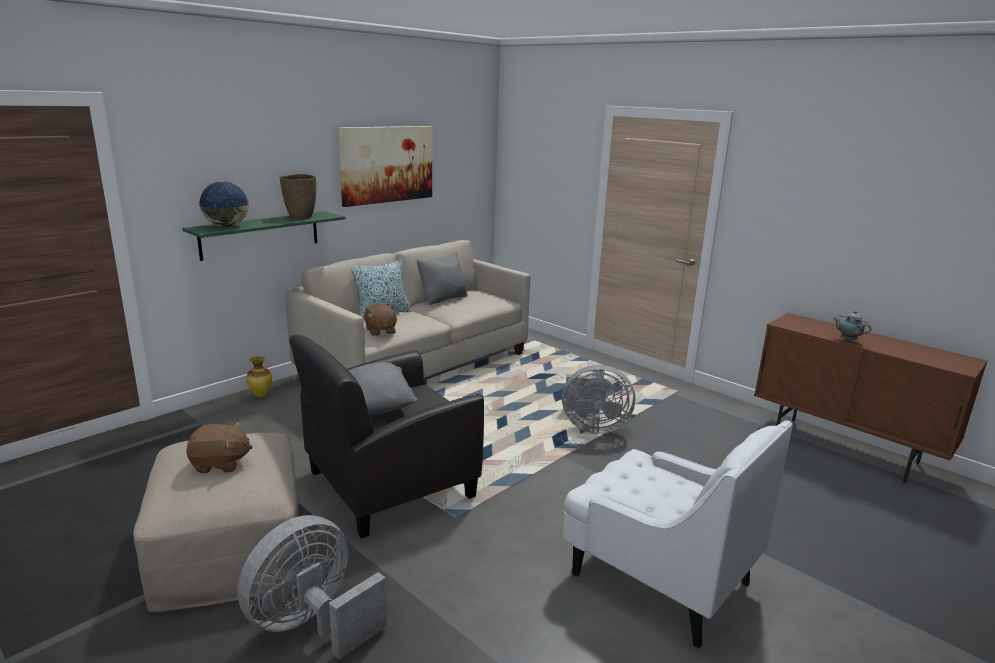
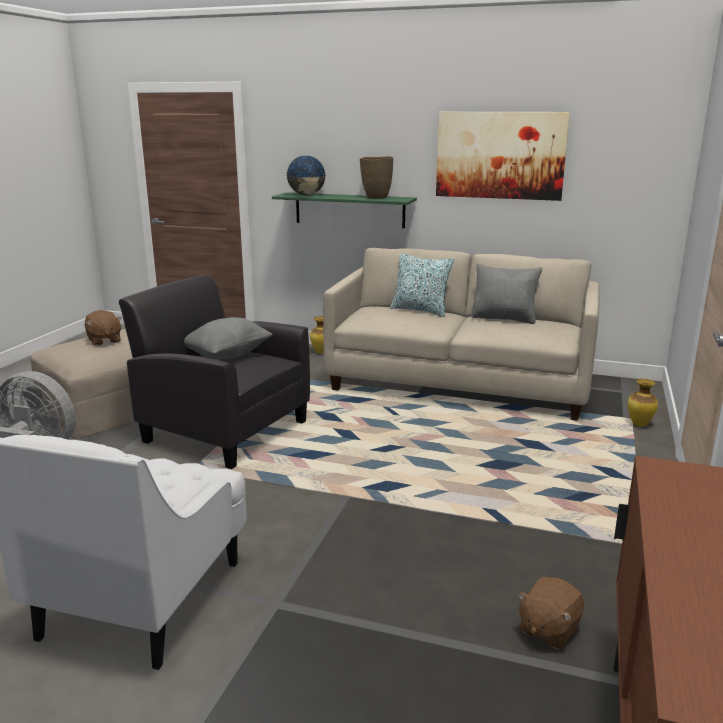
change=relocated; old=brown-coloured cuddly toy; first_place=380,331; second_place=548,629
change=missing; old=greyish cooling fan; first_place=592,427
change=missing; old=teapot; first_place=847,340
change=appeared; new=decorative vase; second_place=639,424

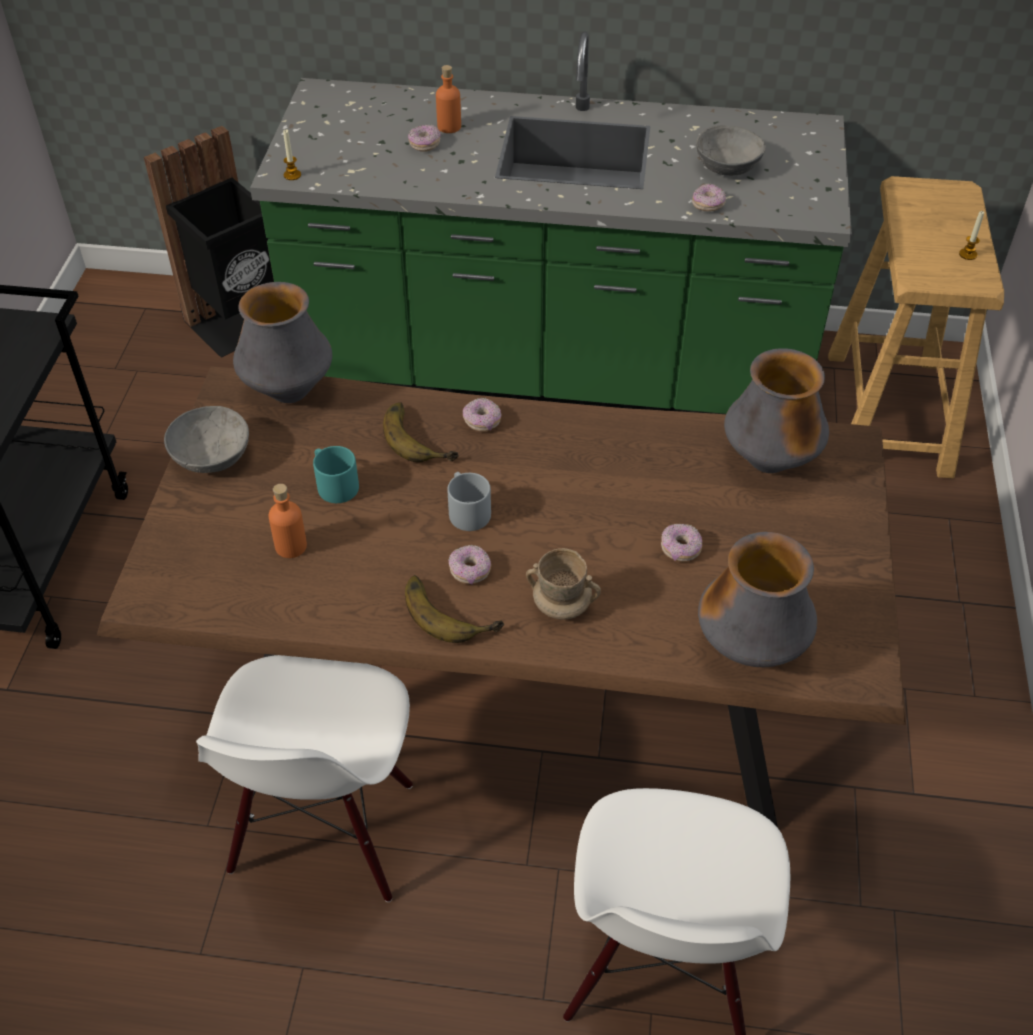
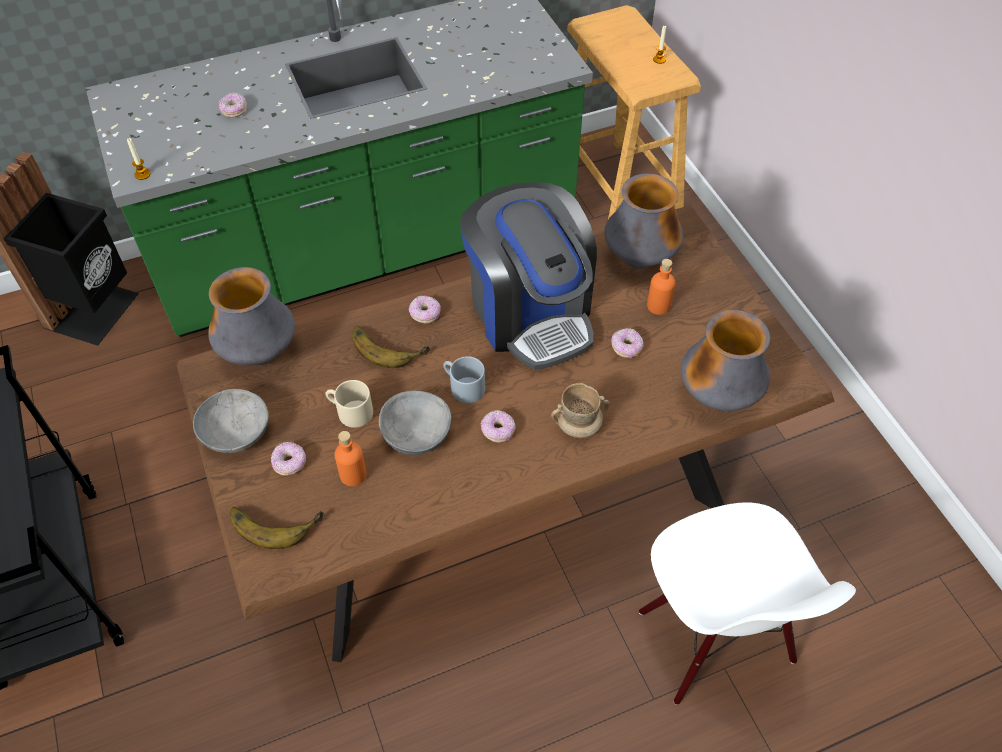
change=missing; old=whitish plain chair; first_place=325,830
change=colour; old=blue-green coffee mug; new=sand-coloured coffee mug; first_place=333,484; second_place=349,412
change=relocated; old=banana; first_place=451,609; second_place=275,520
change=relocated; old=orangey beverage bottle; first_place=449,127; second_place=658,305
change=relocated; old=doughnut; first_place=708,205; second_place=290,463
change=relocated; old=greyish deep dish; first_place=726,166; second_place=416,435
change=appeared; new=coffee machine; second_place=530,313

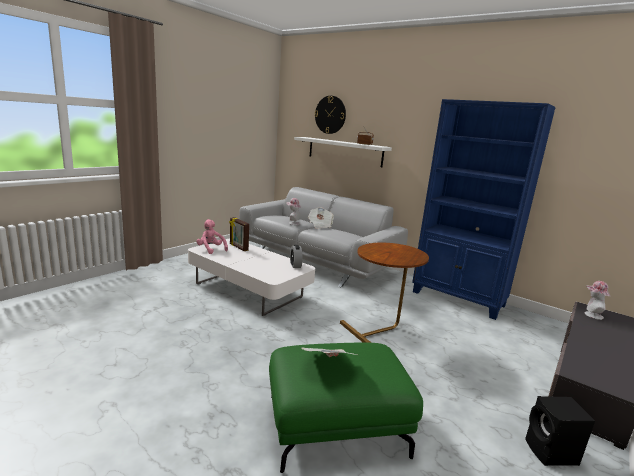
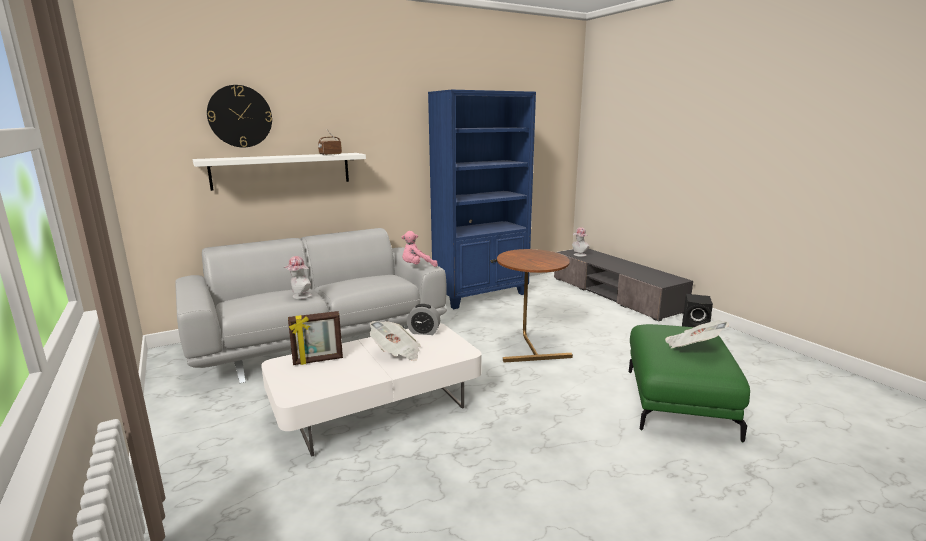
change=relocated; old=pink cuddly toy; first_place=211,249; second_place=417,266
change=relocated; old=daily paper; first_place=320,225; second_place=396,353

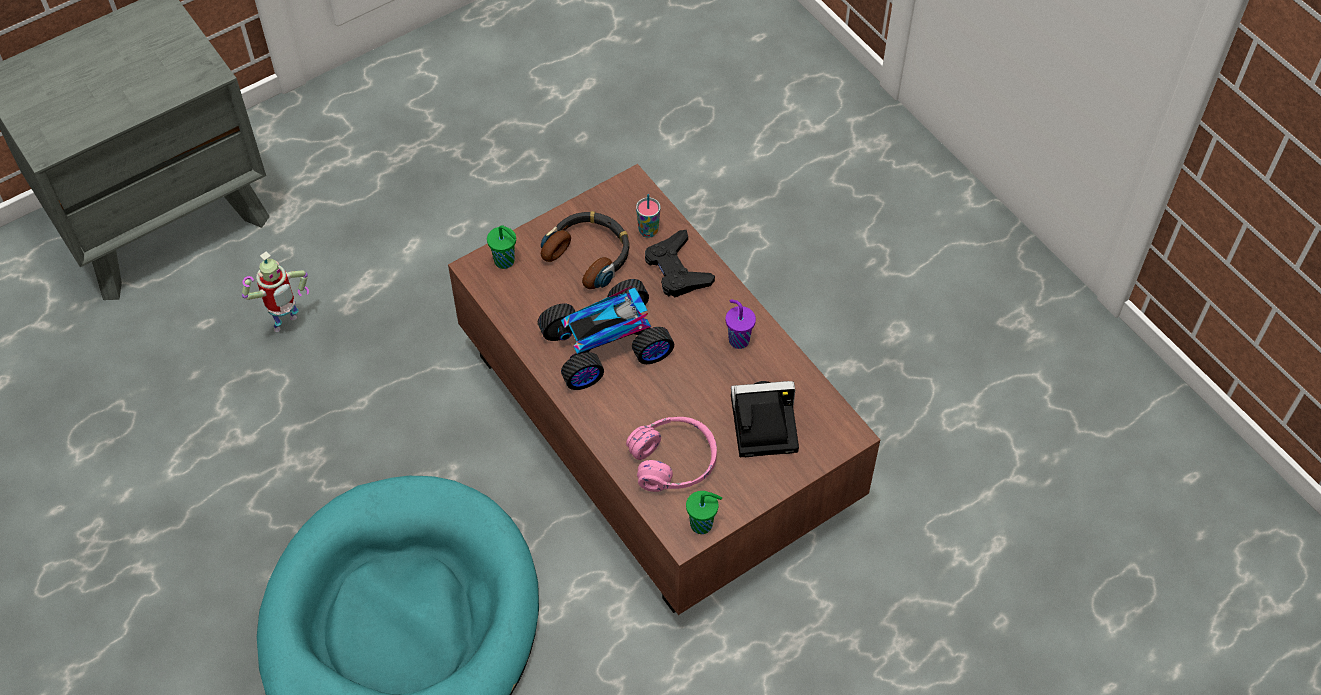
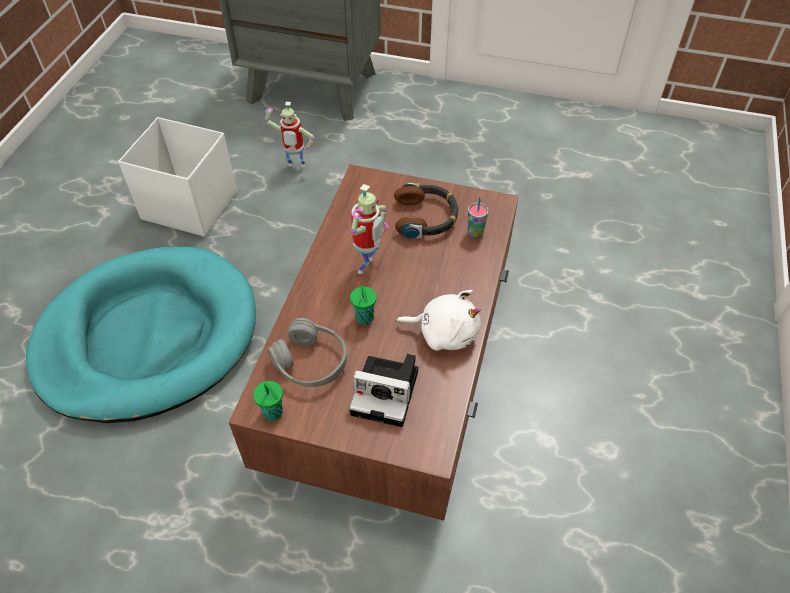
change=relocated; old=green drinking cup; first_place=505,261; second_place=364,318
change=exchanged; old=miniature car; new=robot figure; first_place=605,343; second_place=368,267
change=colour; old=pink headset; new=greyish headset; first_place=673,461; second_place=311,362
change=missing; old=black-coloured game controller; first_place=677,270
change=exchanged; old=purple drinking cup; new=whitish cuddly toy; first_place=738,339; second_place=444,332
change=spun; old=still camera; first_place=760,424; second_place=388,392; degrees=150
change=appeared; new=whitish storage bin; second_place=189,205

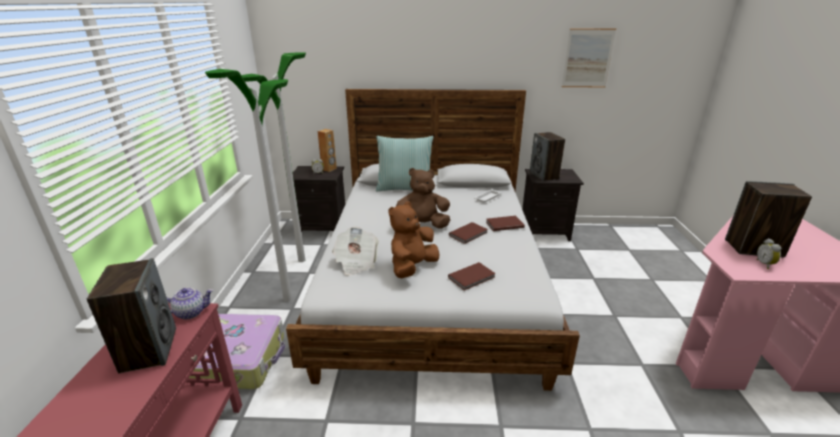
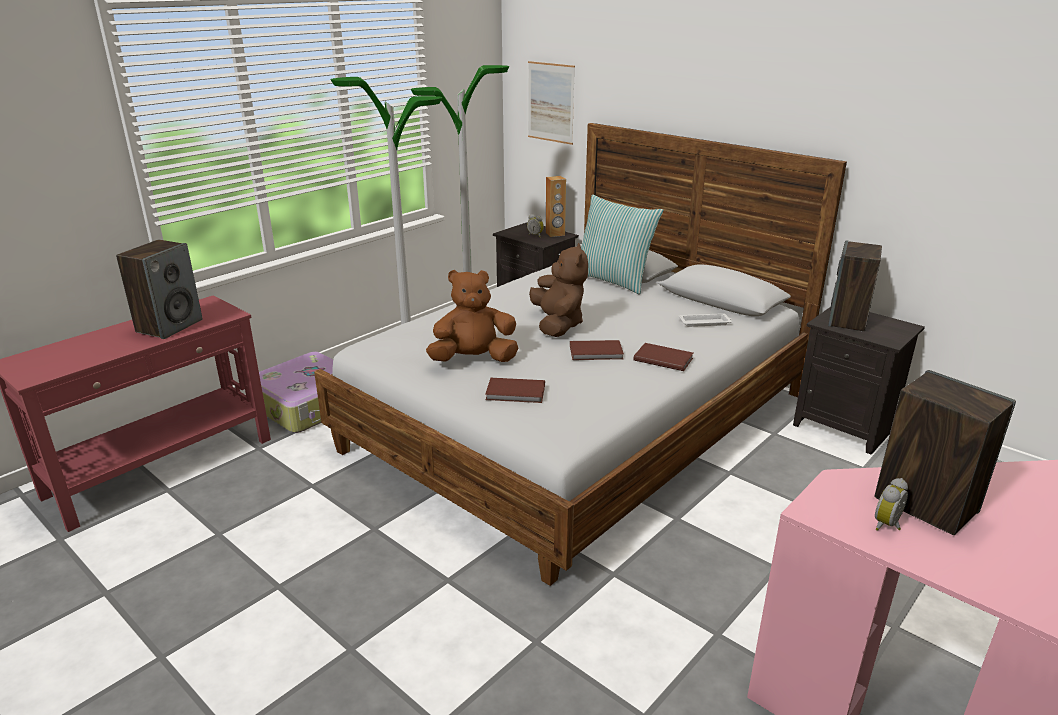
change=missing; old=teapot; first_place=191,312
change=missing; old=daily paper; first_place=356,262
change=spun; old=brown-coloured cuddly toy; first_place=421,225; second_place=558,324; degrees=45
change=relocated; old=wall art; first_place=587,58; second_place=550,102

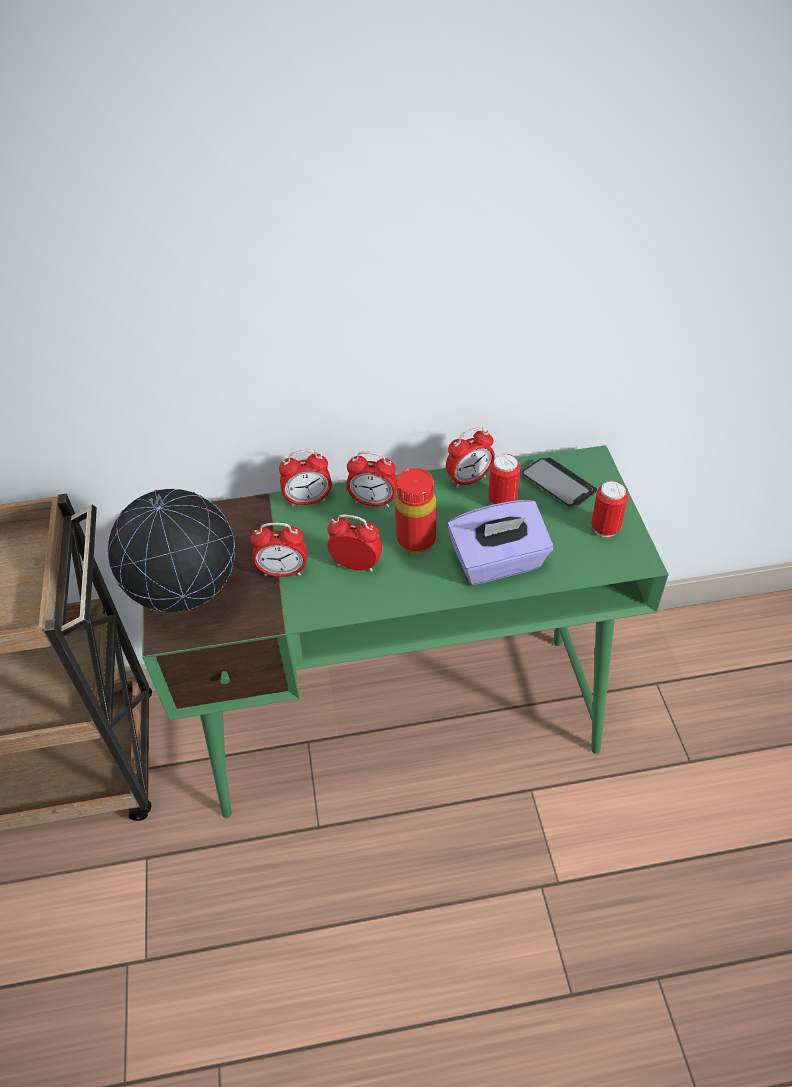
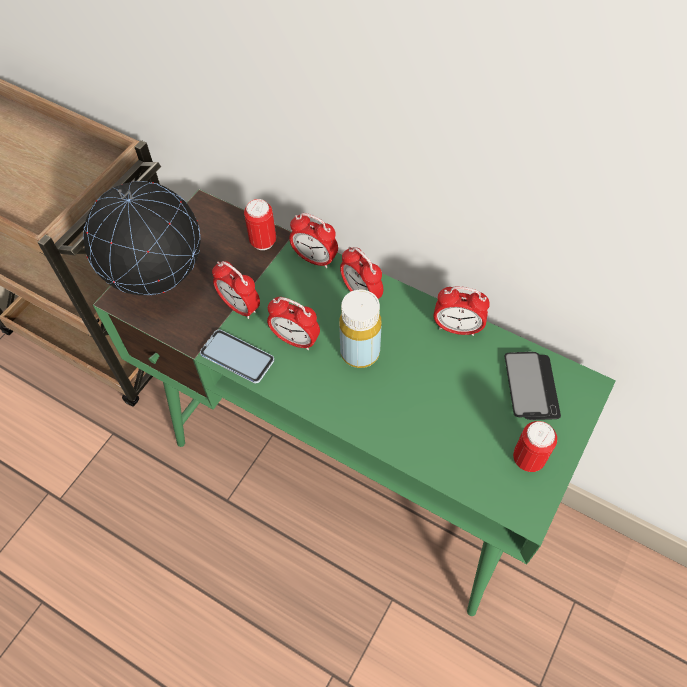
change=spun; old=bedside clock; first_place=356,564; second_place=295,340; degrees=150
change=colour; old=red-coloured beverage bottle; new=yellowish beverage bottle; first_place=416,540; second_place=360,352
change=missing; old=purple tissue box; first_place=498,562
change=relocated; old=sealed can; first_place=502,501; second_place=263,242
change=appeared; new=handset; second_place=237,357

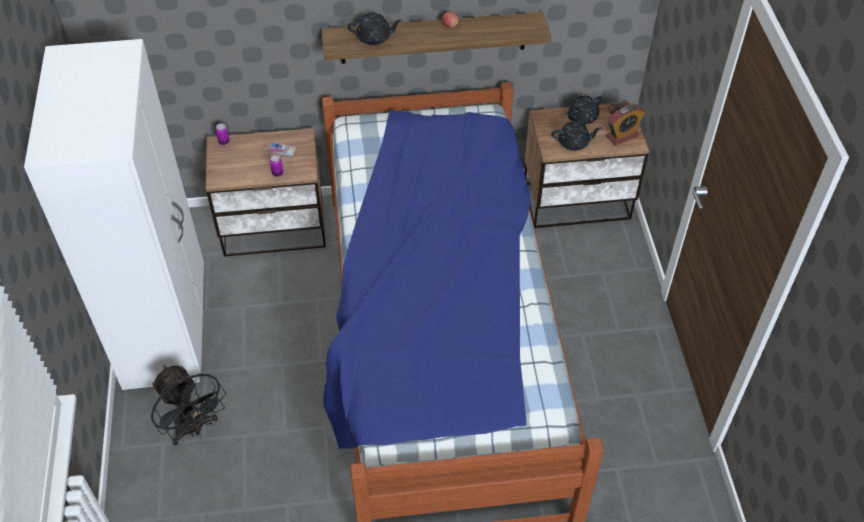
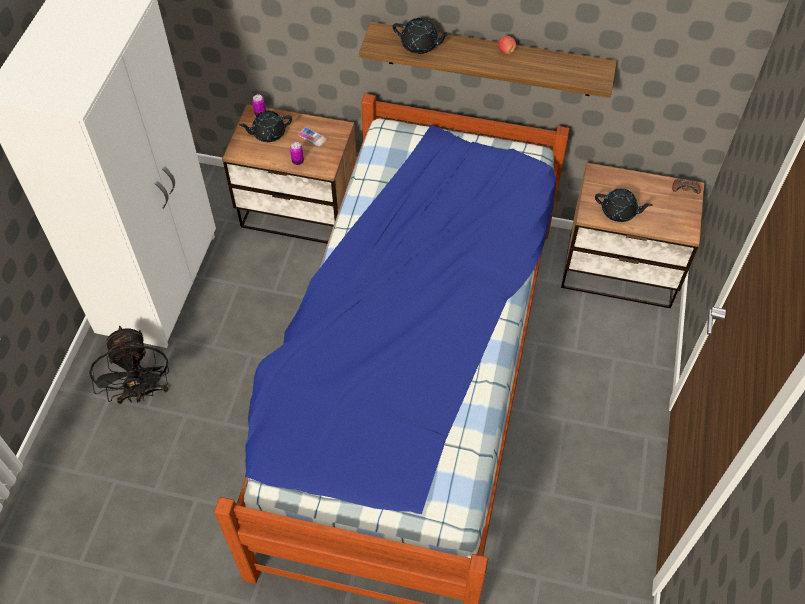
change=relocated; old=black-coloured teapot; first_place=582,117; second_place=268,133
change=missing; old=bedside clock; first_place=622,136

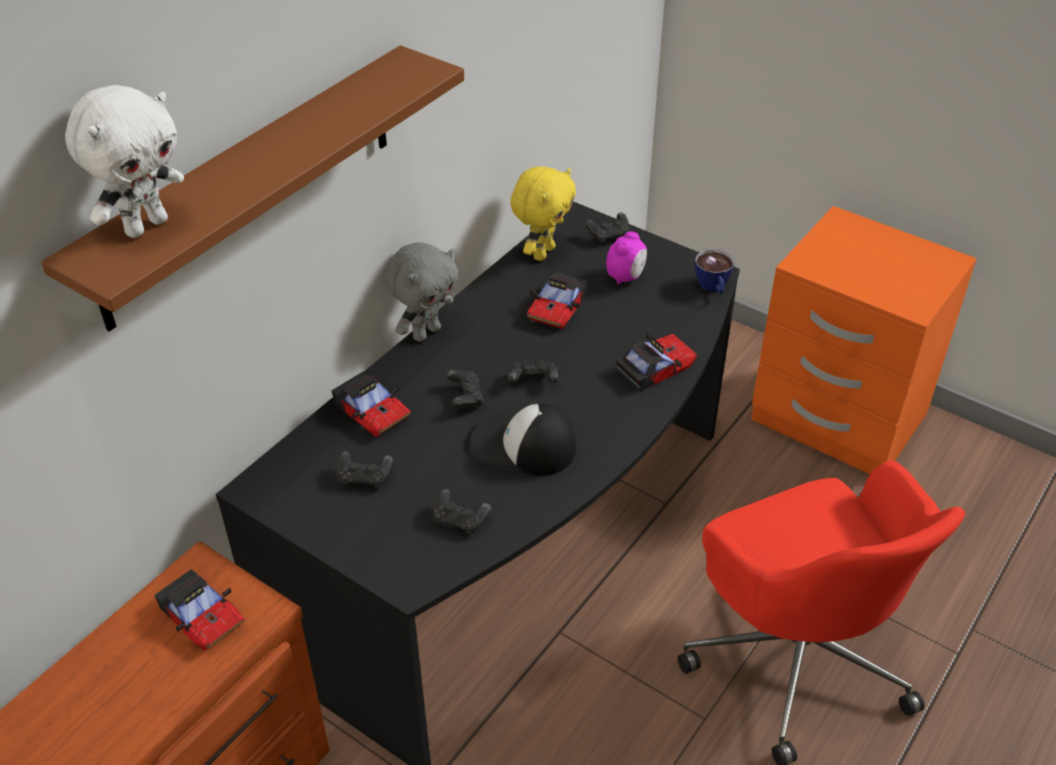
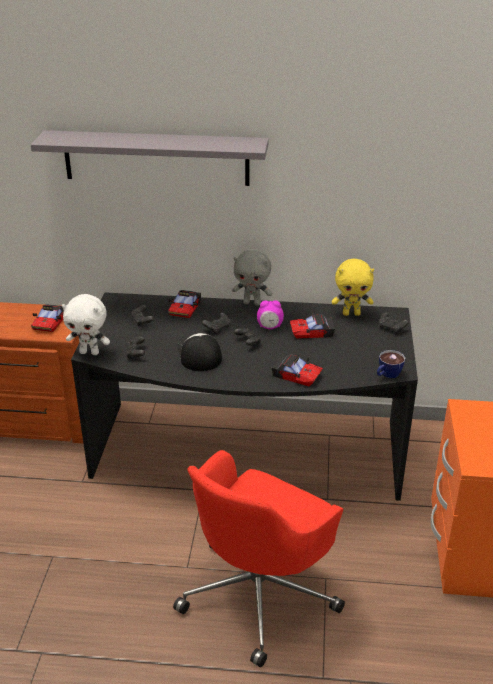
change=colour; old=brown-coloured wall shelf; new=greyish wall shelf; first_place=250,185; second_place=156,158
change=relocated; old=whitish cuddly toy; first_place=146,226; second_place=90,352
change=relocated; old=bedside clock; first_place=626,277; second_place=270,327

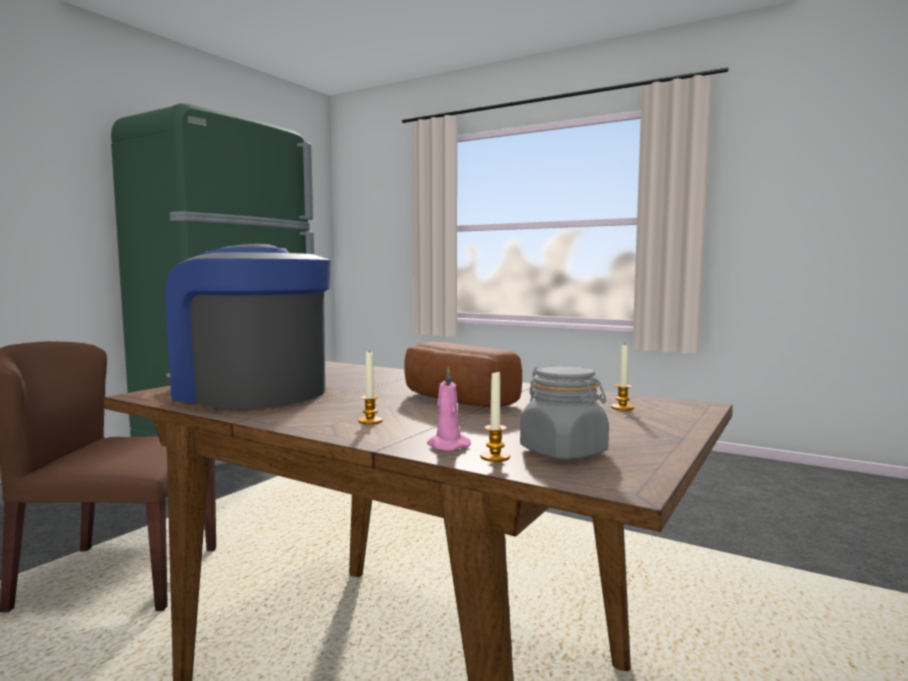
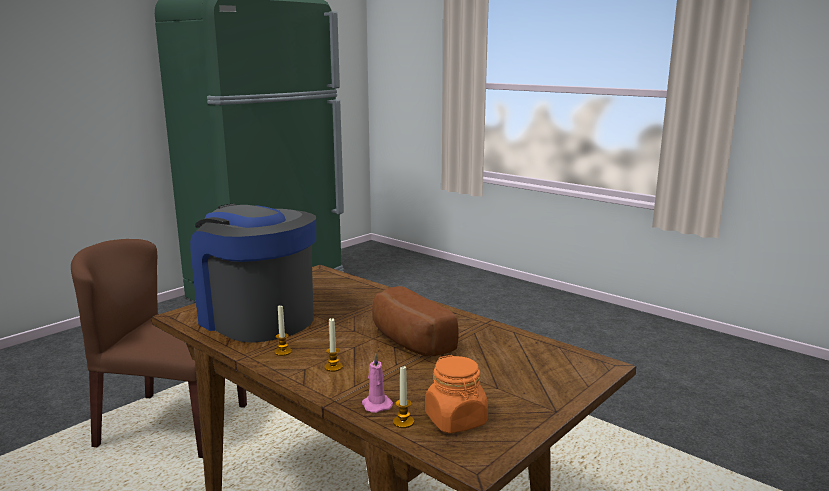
change=colour; old=greyish storage jar; new=orangey storage jar; first_place=564,451; second_place=456,420
change=relocated; old=wax candle; first_place=622,408; second_place=283,352

